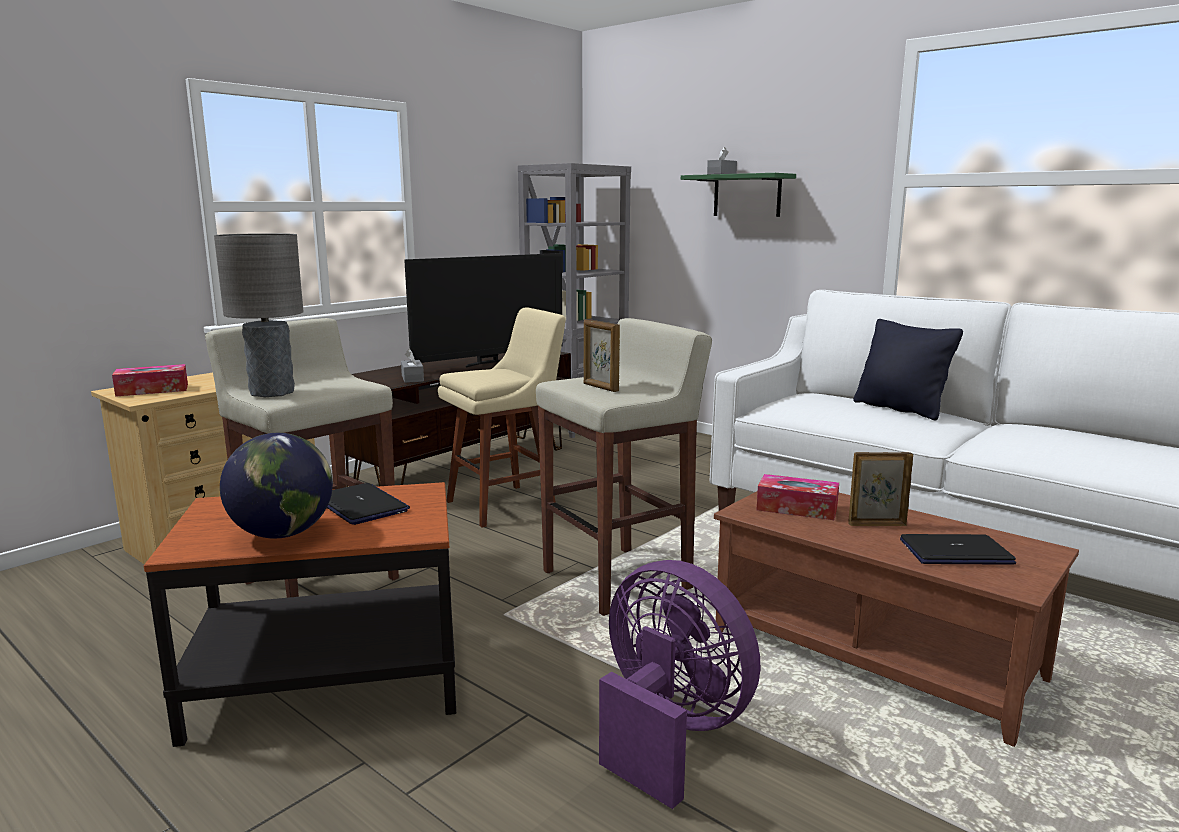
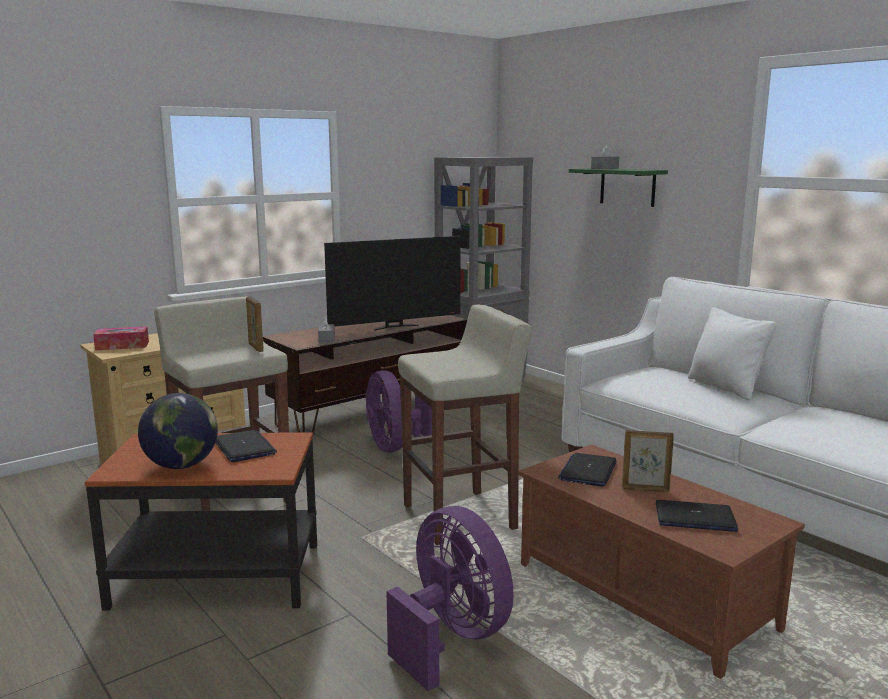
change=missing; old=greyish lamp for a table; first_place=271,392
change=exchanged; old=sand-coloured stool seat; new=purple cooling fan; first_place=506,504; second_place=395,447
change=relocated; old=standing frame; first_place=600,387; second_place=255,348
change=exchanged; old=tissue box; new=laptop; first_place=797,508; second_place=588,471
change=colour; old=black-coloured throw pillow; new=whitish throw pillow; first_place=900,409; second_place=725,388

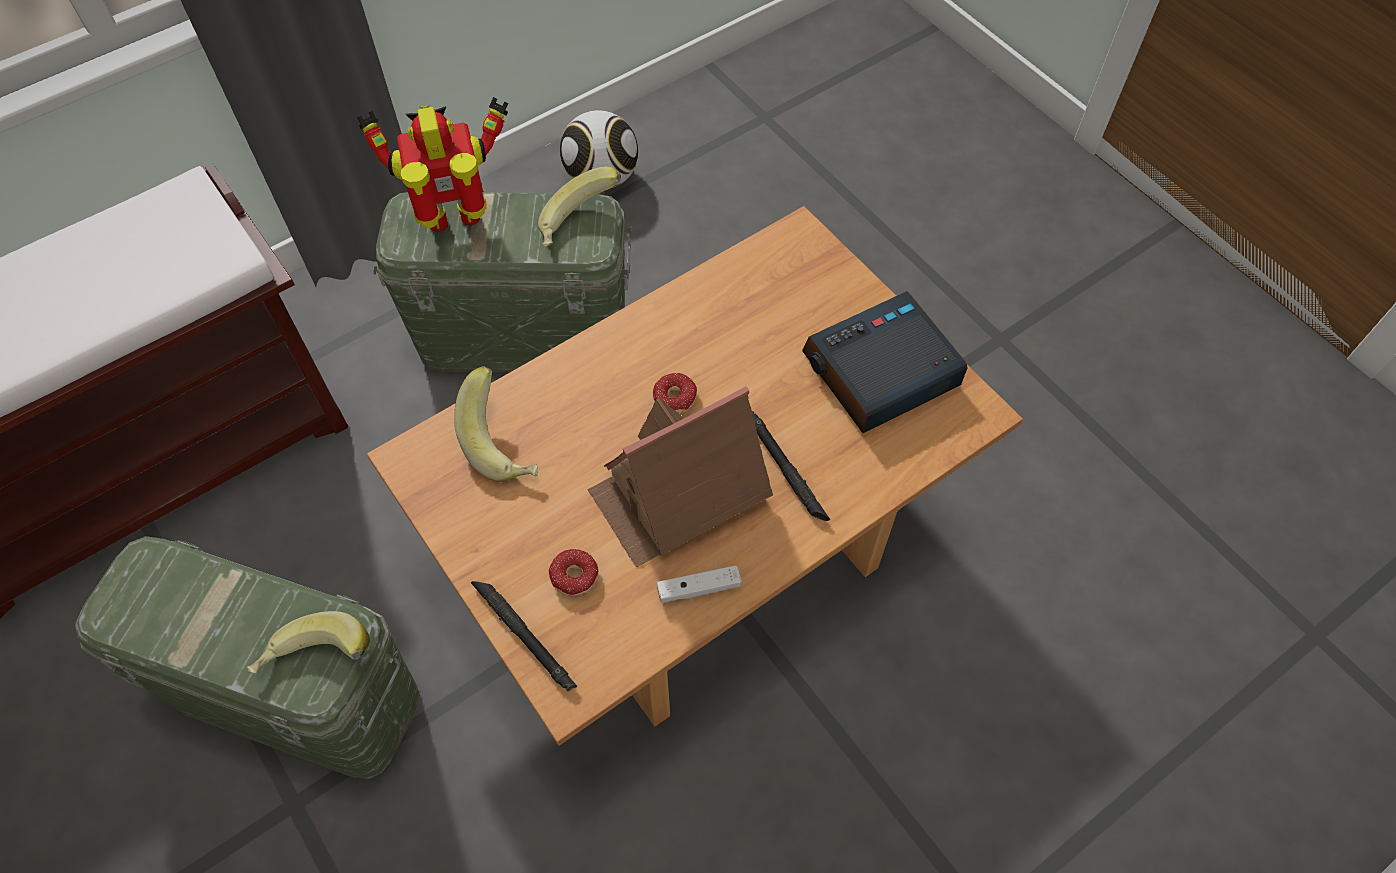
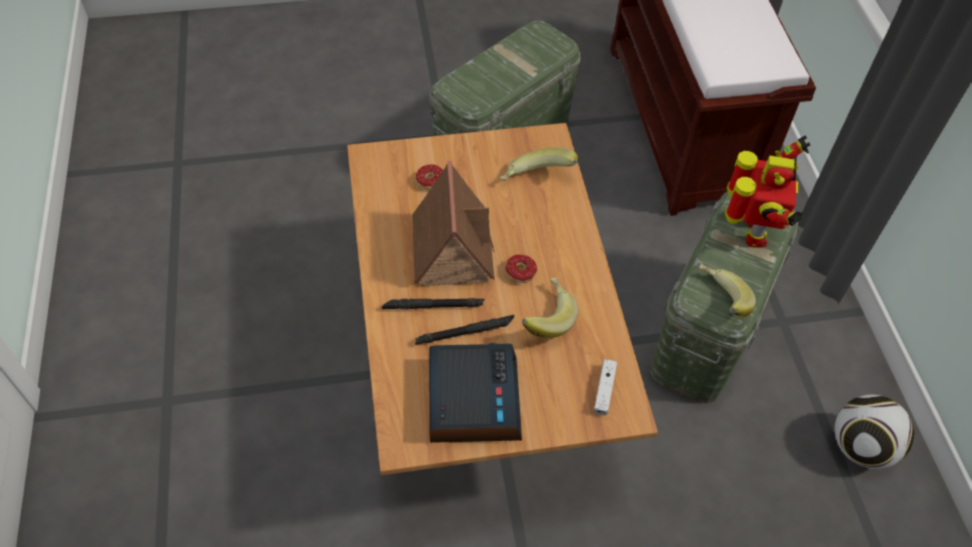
change=relocated; old=banana; first_place=318,663; second_place=545,318
change=relocated; old=black-coloured torch; first_place=524,636; second_place=465,332
change=relocated; old=whitish game controller; first_place=699,588; second_place=604,390

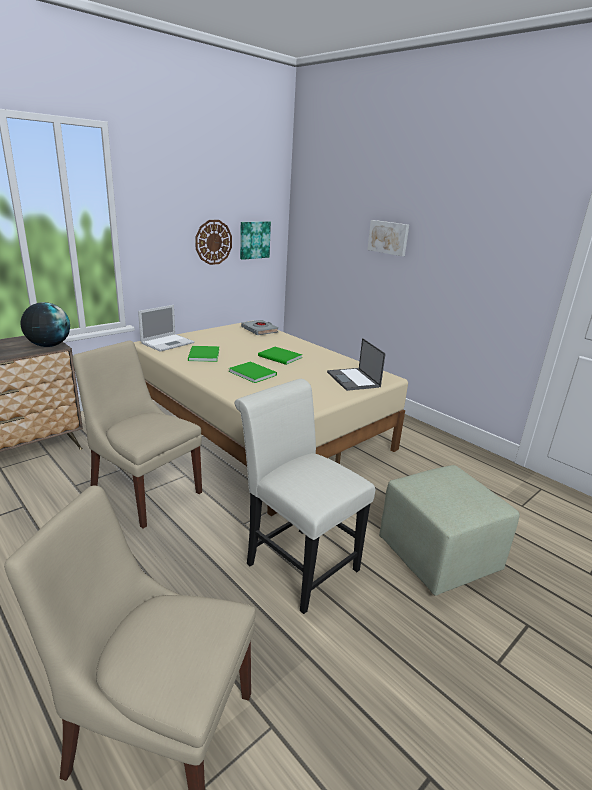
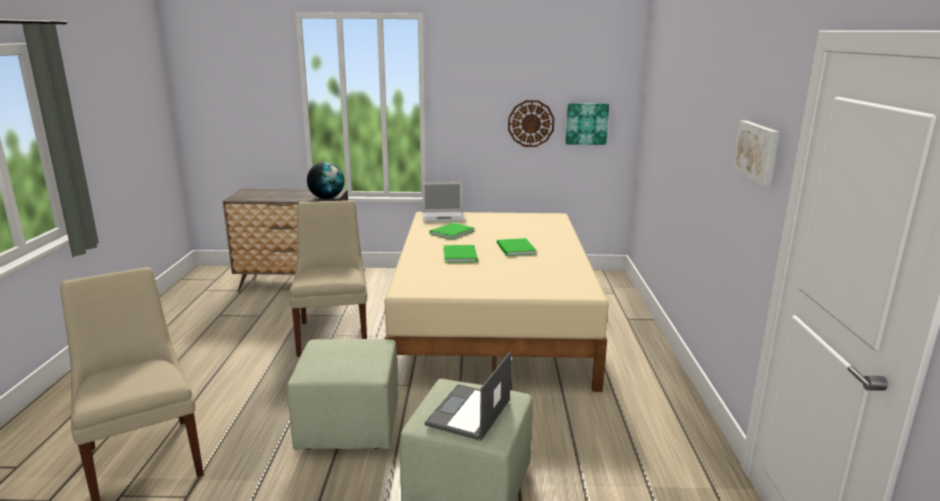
change=exchanged; old=whitish plain chair; new=green ottoman; first_place=296,562; second_place=350,426
change=missing; old=greyish bound book; first_place=259,330
change=relocated; old=laptop; first_place=353,380; second_place=468,413
change=relocated; old=wall art; first_place=388,237; second_place=758,151

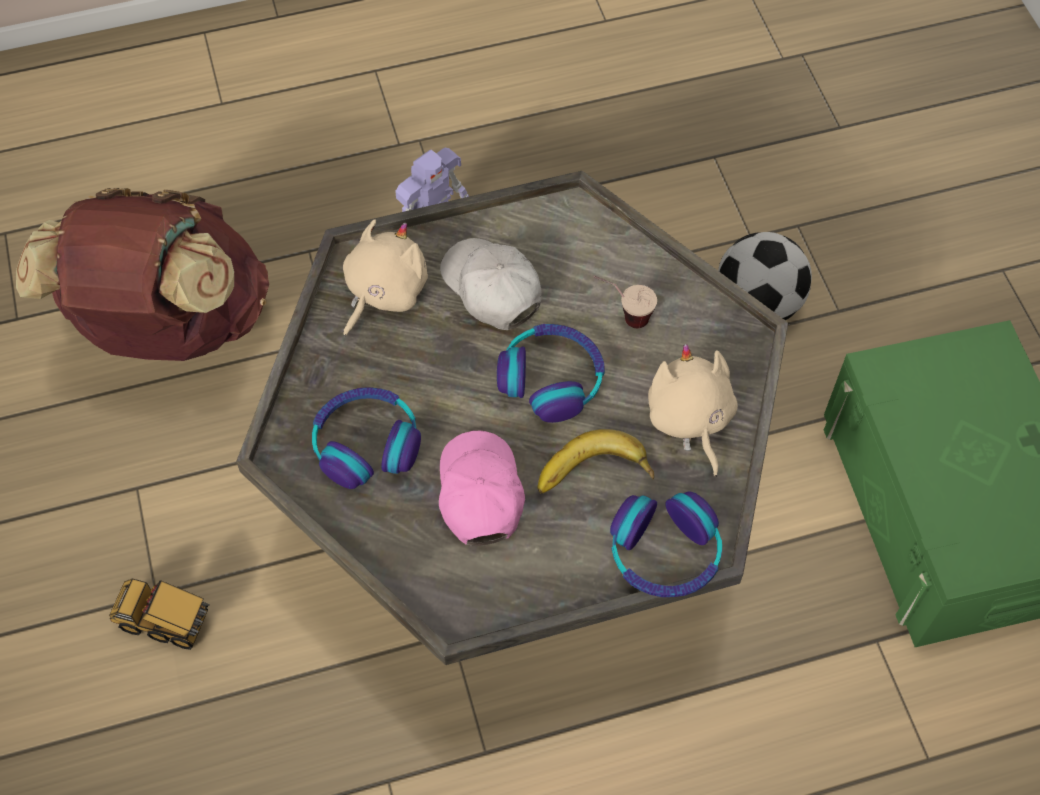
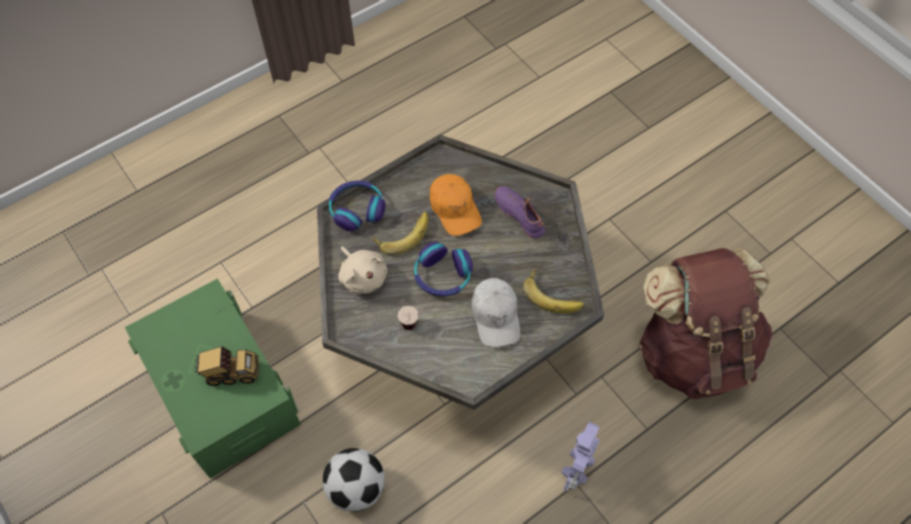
change=relocated; old=toy lorry; first_place=167,623; second_place=231,373
change=exchanged; old=headset; new=purple item of footwear; first_place=366,443; second_place=520,214
change=exchanged; old=sand-coloured cuddly toy; new=banana; first_place=383,292; second_place=553,294
change=colour; old=pink peaked cap; new=orangey peaked cap; first_place=480,493; second_place=455,208
change=spun; old=whitish peaked cap; first_place=491,289; second_place=496,316; degrees=45

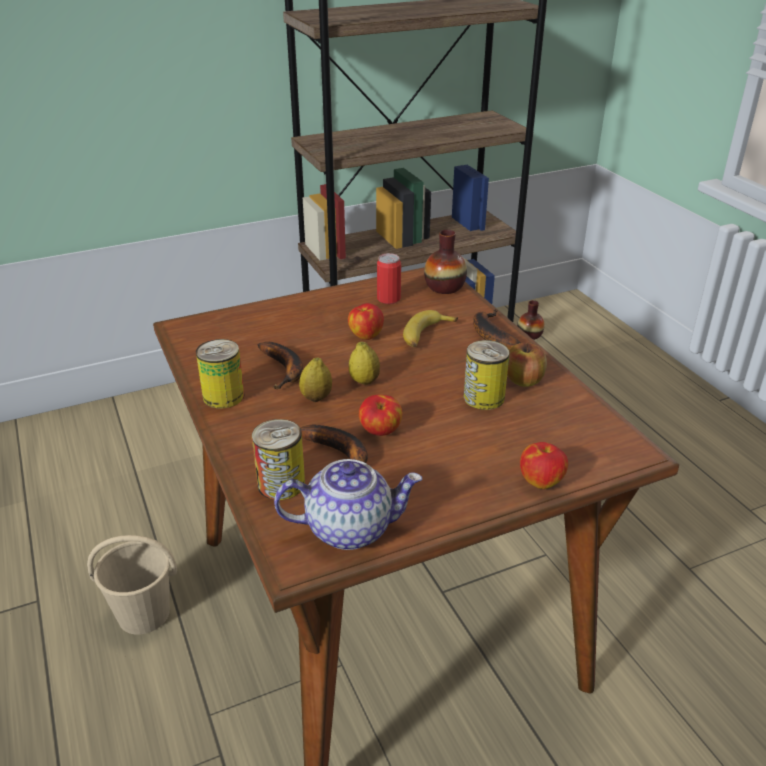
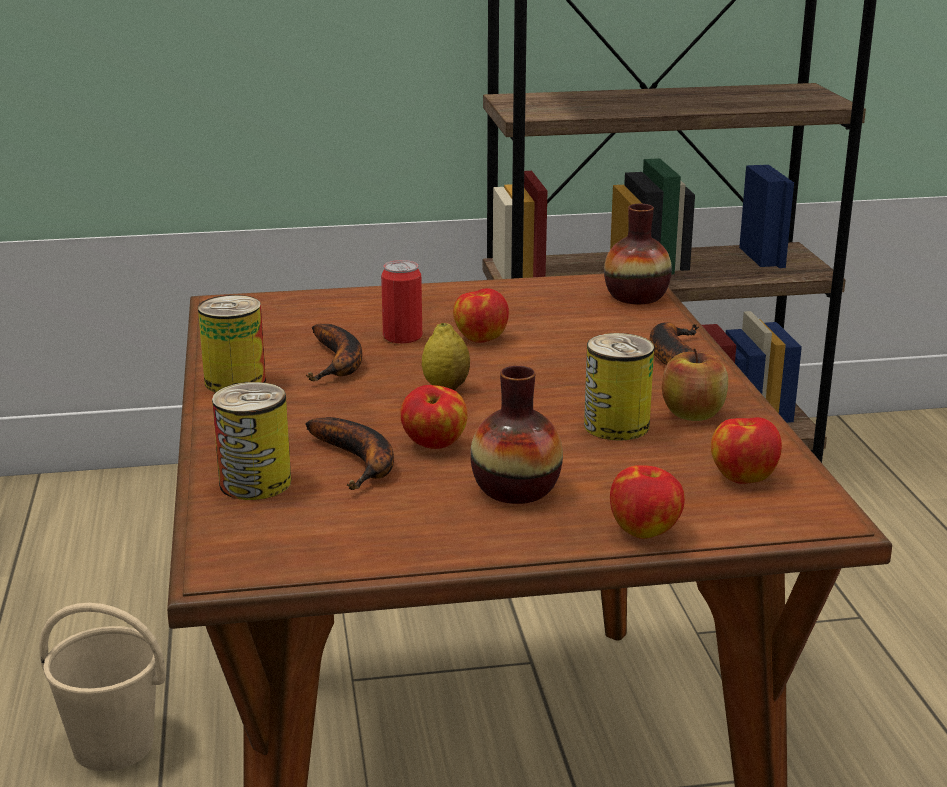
change=missing; old=teapot; first_place=350,528
change=missing; old=lemon; first_place=316,397
change=relocated; old=sealed can; first_place=388,299; second_place=402,336
change=missing; old=banana; first_place=426,335
change=relocated; old=decorative vase; first_place=529,335; second_place=516,489
change=appeared; new=whole apple; second_place=743,477

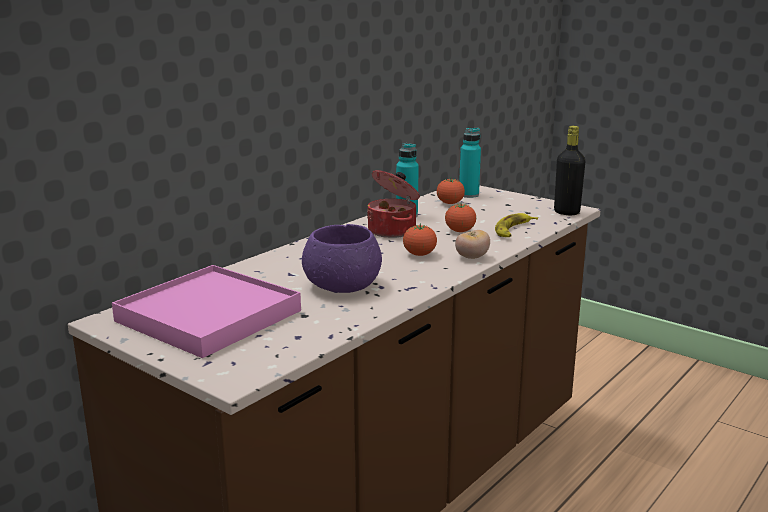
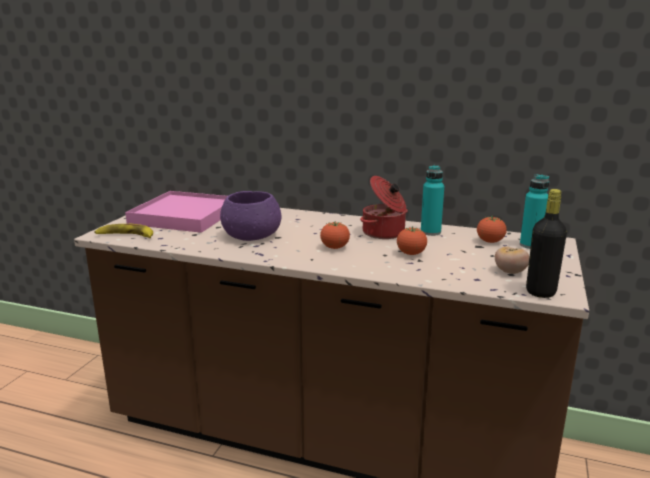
change=relocated; old=whole tomato; first_place=472,257; second_place=510,272
change=relocated; old=banana; first_place=514,230; second_place=126,236

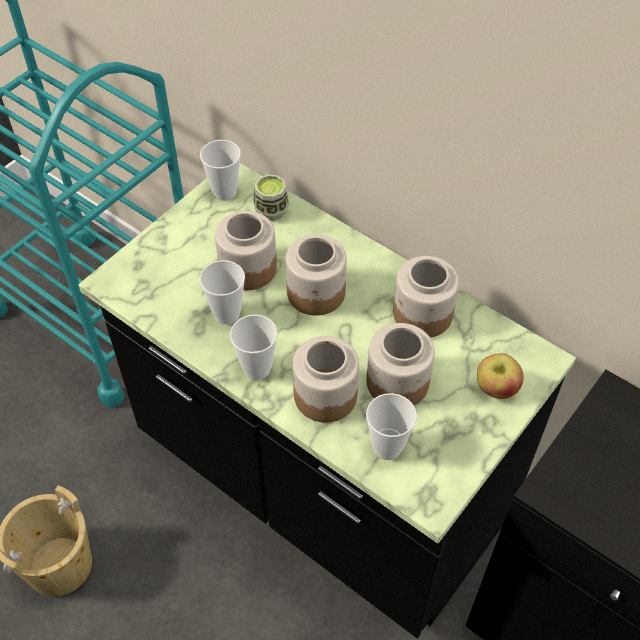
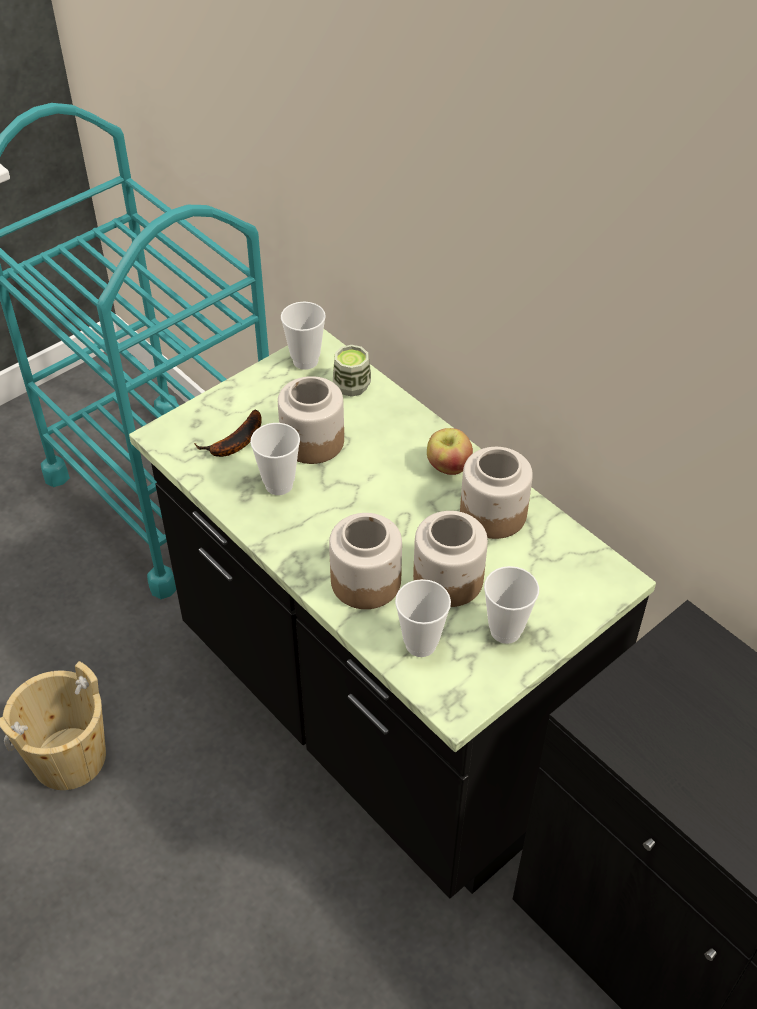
change=relocated; old=drinking cup; first_place=257,368; second_place=505,631
change=missing; old=storage jar; first_place=316,293
change=relocated; old=whole apple; first_place=496,388; second_place=448,466
change=appeared; new=banana; second_place=234,443

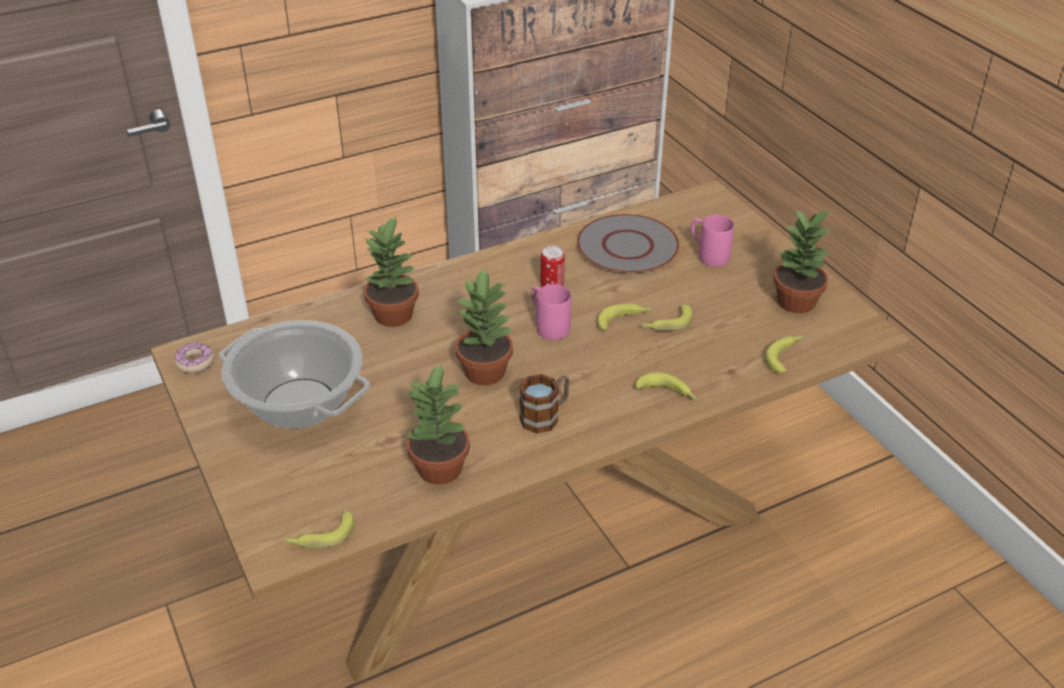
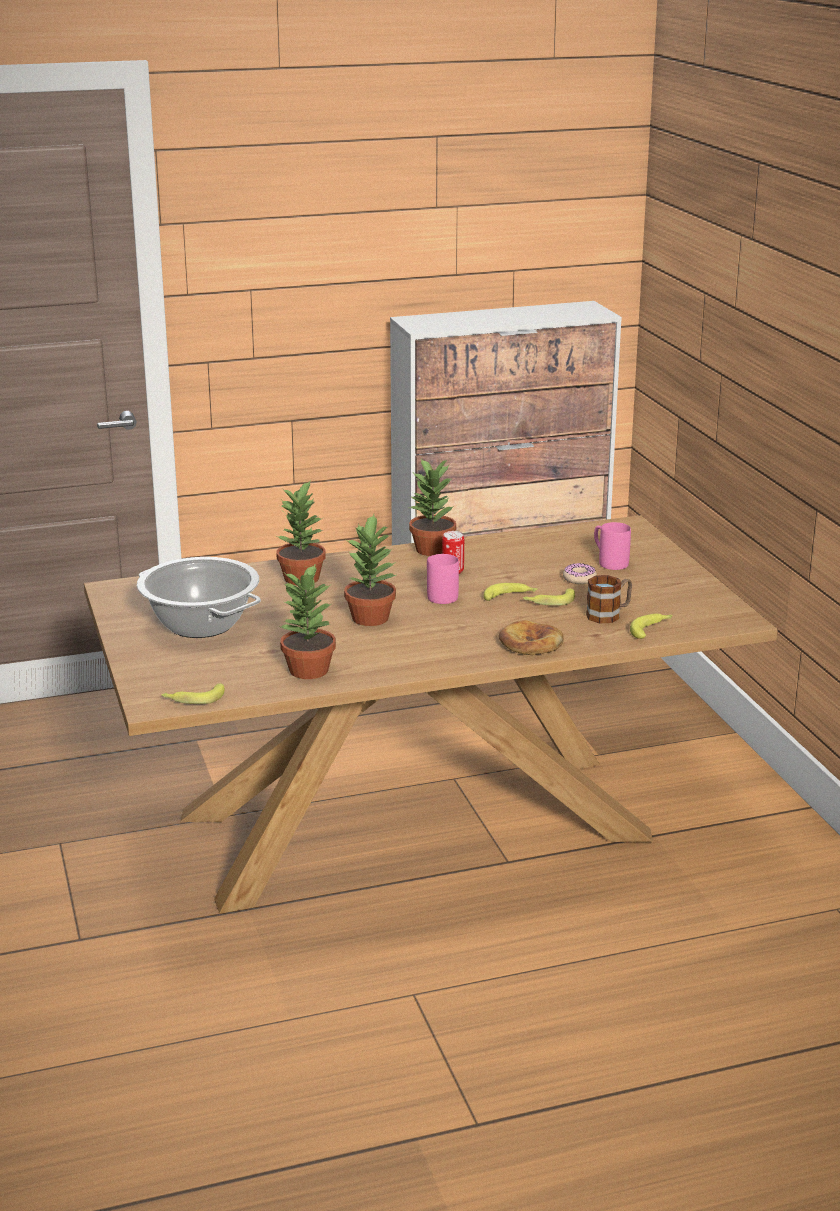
change=relocated; old=doughnut; first_place=195,362; second_place=579,579
change=relocated; old=coffee mug; first_place=545,416; second_place=609,614
change=missing; old=greyish dinner plate; first_place=626,246
change=exchanged; old=banana; new=baked bread; first_place=667,393; second_place=530,643
change=relocated; old=plant in a pot; first_place=797,302; second_place=433,550

